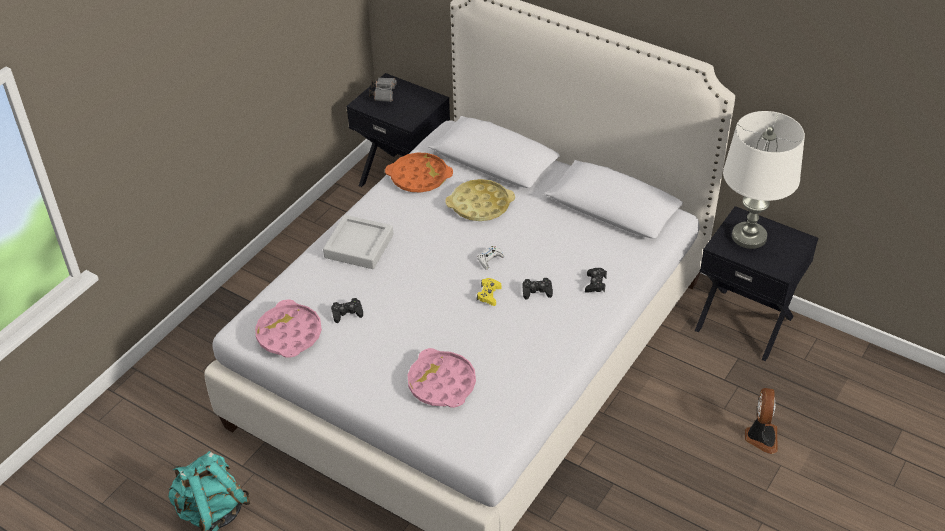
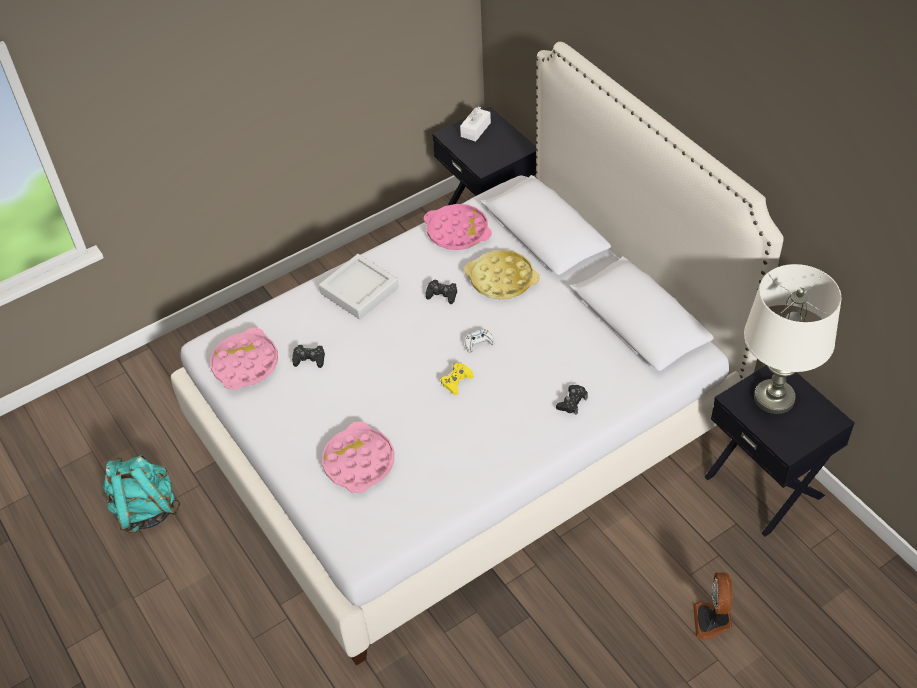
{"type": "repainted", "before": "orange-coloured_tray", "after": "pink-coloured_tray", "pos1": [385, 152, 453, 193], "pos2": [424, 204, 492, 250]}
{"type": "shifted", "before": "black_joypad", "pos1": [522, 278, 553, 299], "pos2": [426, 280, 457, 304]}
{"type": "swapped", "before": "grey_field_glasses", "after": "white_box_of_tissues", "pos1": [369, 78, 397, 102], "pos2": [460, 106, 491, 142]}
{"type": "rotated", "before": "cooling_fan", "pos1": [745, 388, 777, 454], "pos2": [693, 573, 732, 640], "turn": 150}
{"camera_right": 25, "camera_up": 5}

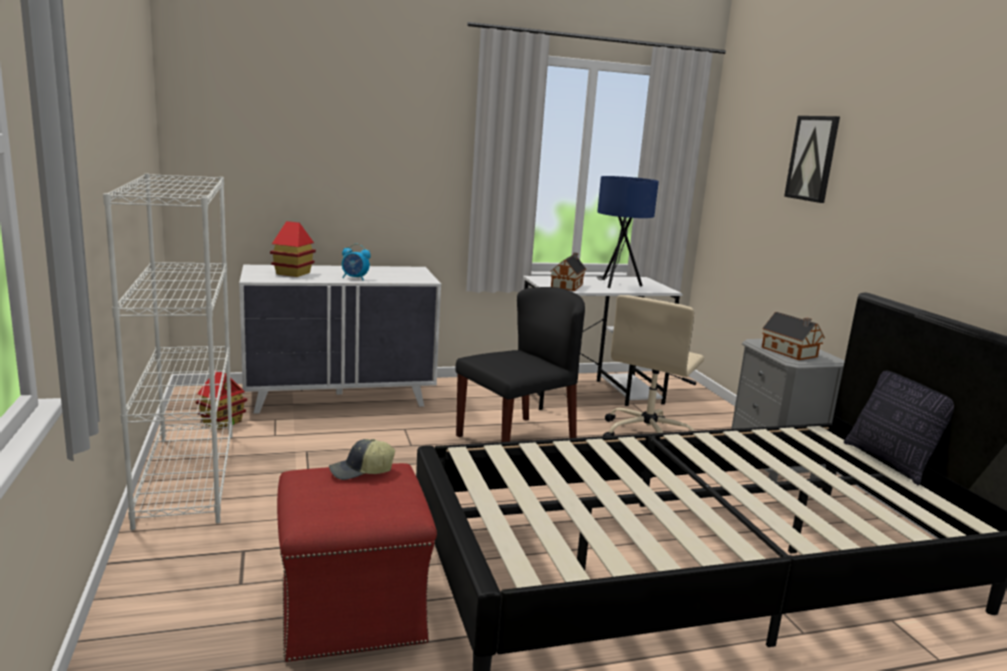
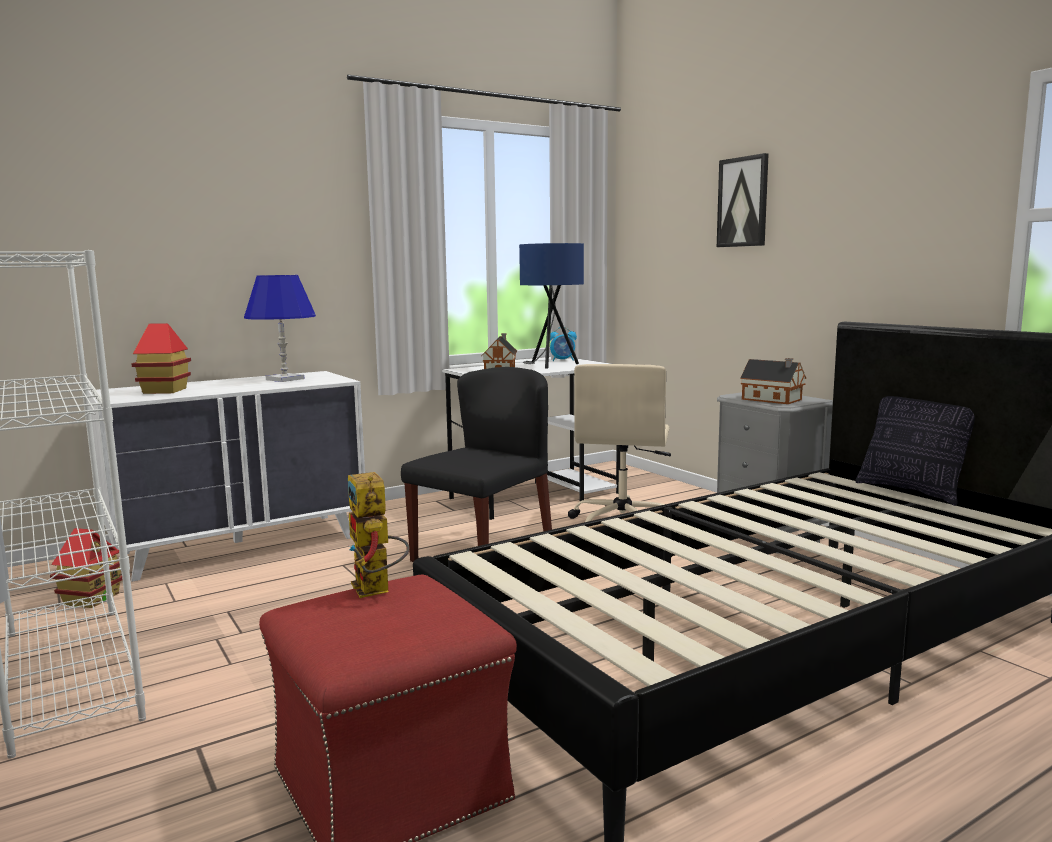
{"type": "new", "after": "bluish_table_lamp", "pos2": [244, 275, 316, 382]}
{"type": "swapped", "before": "peaked_cap", "after": "toy_robot", "pos1": [329, 439, 395, 480], "pos2": [348, 472, 409, 598]}
{"type": "shifted", "before": "bedside_clock", "pos1": [342, 244, 371, 280], "pos2": [550, 327, 577, 361]}
{"camera_right": -15, "camera_up": -5}

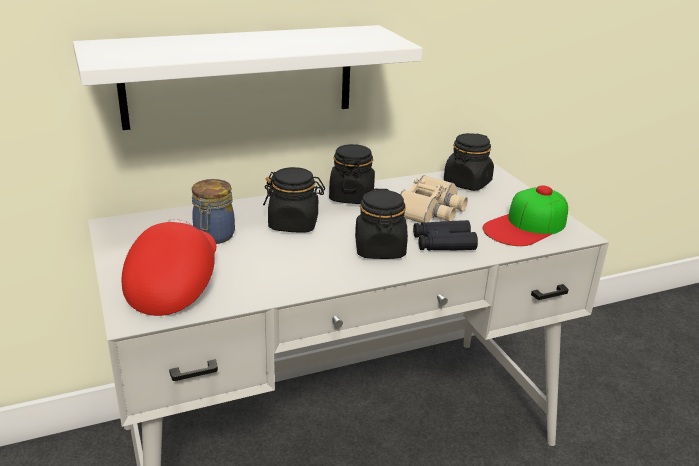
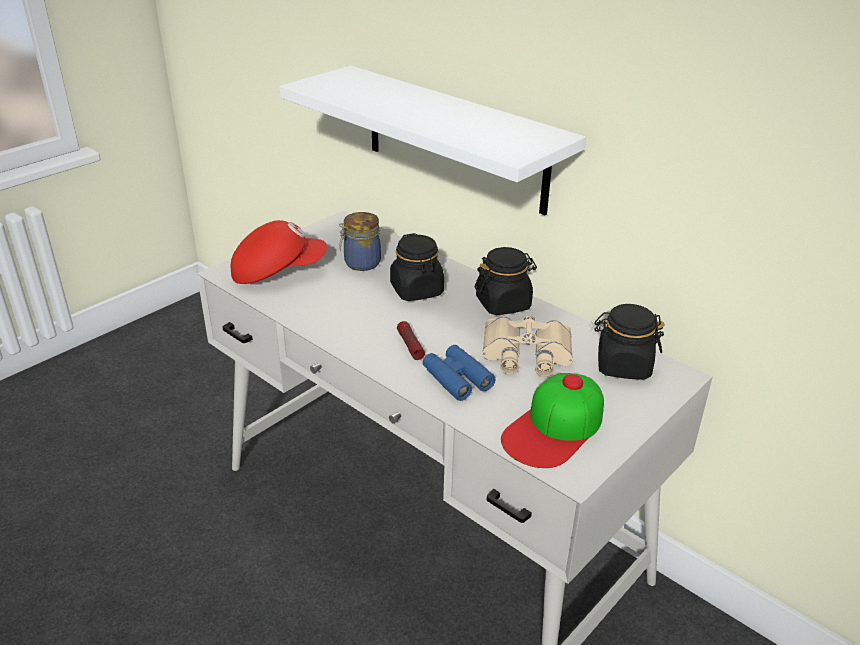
{"type": "swapped", "before": "black_jar", "after": "flashlight", "pos1": [355, 189, 408, 259], "pos2": [397, 321, 425, 360]}
{"type": "repainted", "before": "black_field_glasses", "after": "bluish_field_glasses", "pos1": [413, 220, 478, 250], "pos2": [423, 345, 495, 401]}
{"type": "rotated", "before": "peaked_cap", "pos1": [483, 185, 568, 246], "pos2": [501, 373, 604, 468], "turn": -75}
{"camera_right": 65, "camera_up": 5}

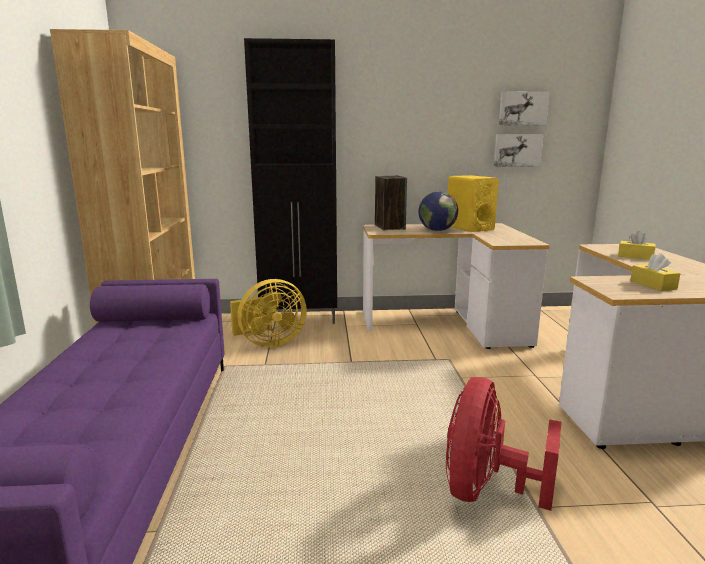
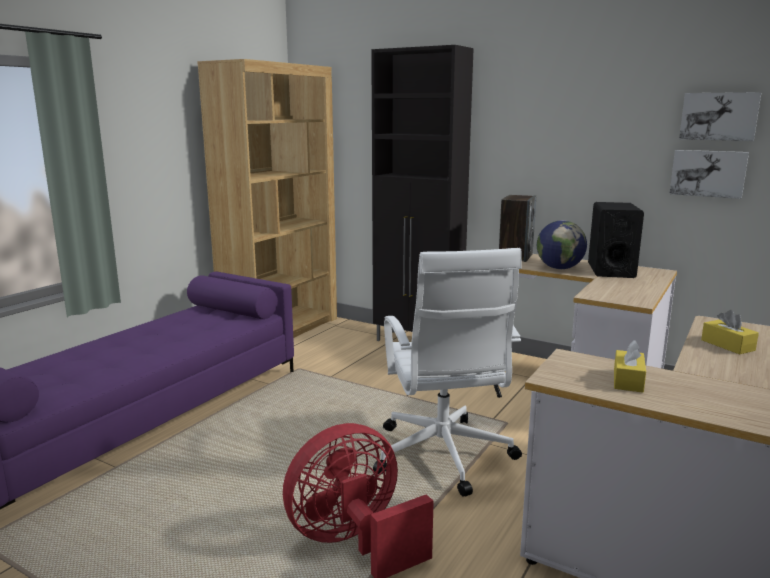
{"type": "new", "after": "white_computer_chair", "pos2": [373, 248, 522, 497]}
{"type": "repainted", "before": "yellow_speaker", "after": "black_speaker", "pos1": [448, 175, 499, 232], "pos2": [588, 202, 644, 278]}
{"type": "gone", "before": "yellow_cooling_fan", "pos1": [230, 279, 307, 348]}
{"camera_right": 35, "camera_up": 0}

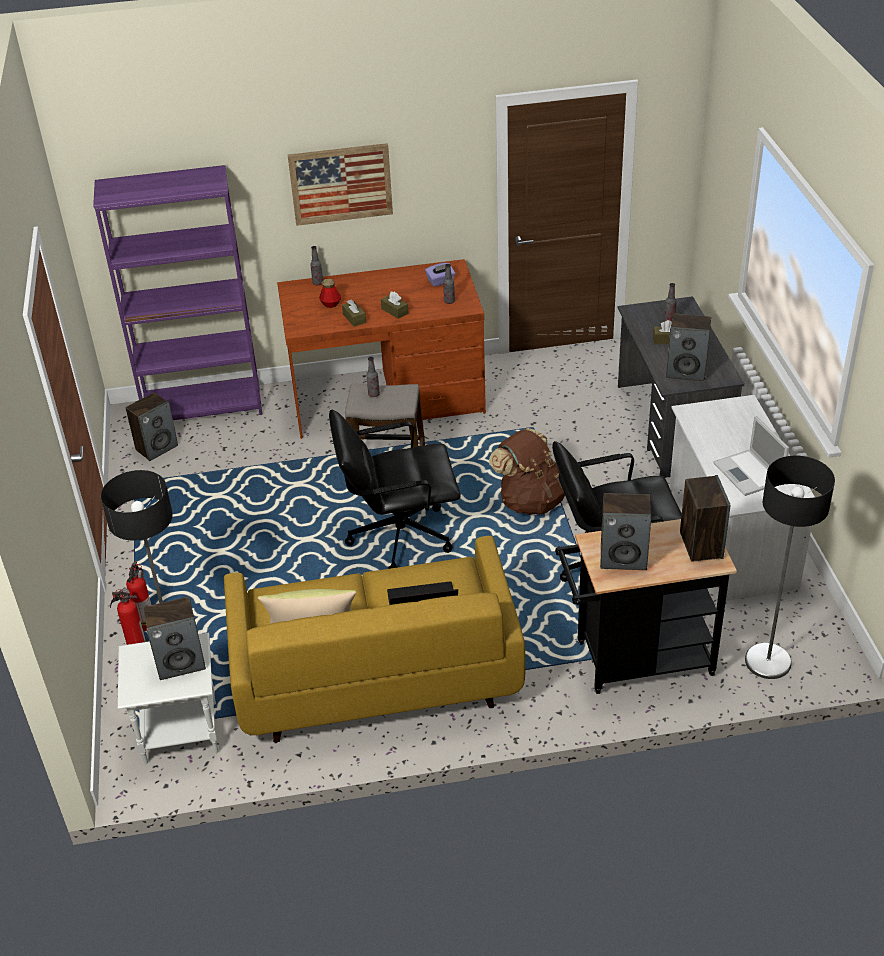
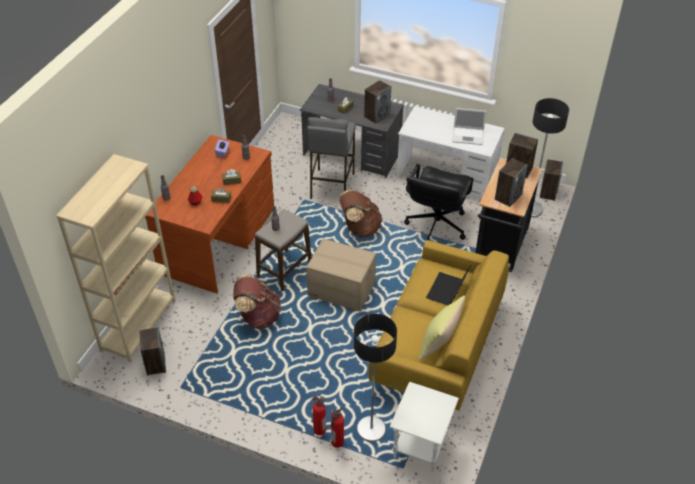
{"type": "repainted", "before": "purple-coloured_shelving_unit", "after": "beige-coloured_shelving_unit", "pos1": [93, 165, 263, 420], "pos2": [56, 154, 176, 362]}
{"type": "new", "after": "brown_knapsack", "pos2": [233, 274, 281, 329]}
{"type": "swapped", "before": "black_computer_chair", "after": "packing_box", "pos1": [329, 409, 461, 569], "pos2": [306, 238, 376, 312]}
{"type": "new", "after": "grey_sitting_stool", "pos2": [307, 117, 356, 199]}
{"type": "shifted", "before": "speaker", "pos1": [143, 597, 206, 680], "pos2": [540, 159, 563, 201]}
{"type": "gone", "before": "wall_picture", "pos1": [288, 143, 393, 226]}
{"camera_right": -60, "camera_up": 5}

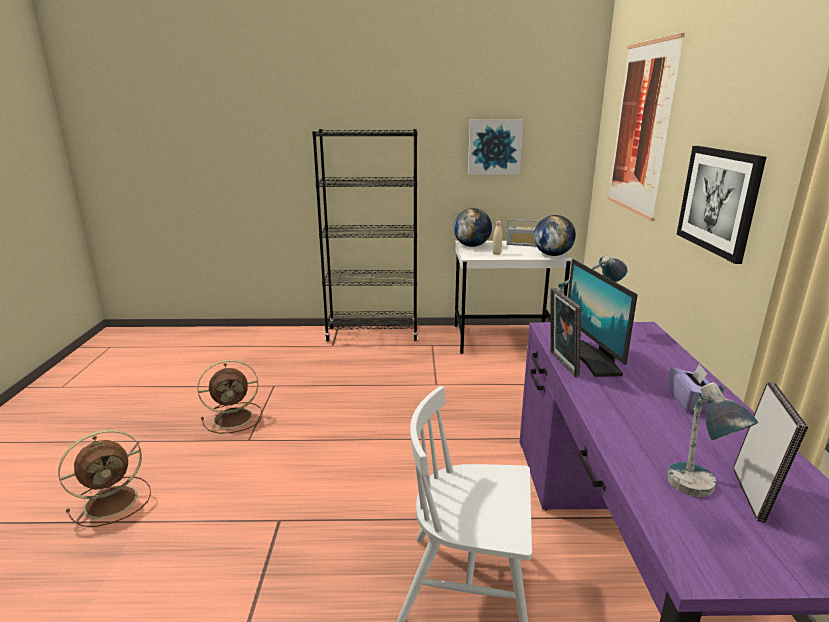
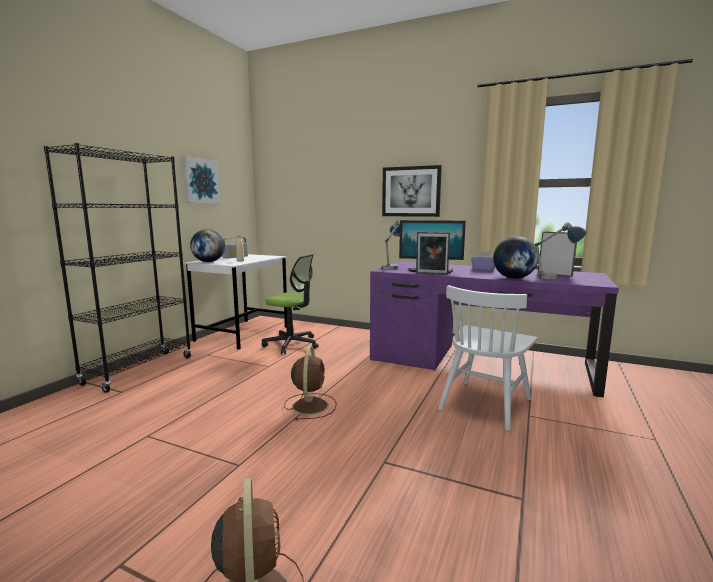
{"type": "new", "after": "computer_chair", "pos2": [262, 254, 319, 354]}
{"type": "shifted", "before": "brown_cooling_fan", "pos1": [198, 360, 263, 433], "pos2": [284, 346, 337, 420]}
{"type": "shifted", "before": "desk_globe", "pos1": [534, 215, 576, 256], "pos2": [493, 236, 539, 279]}
{"type": "gone", "before": "wall_picture", "pos1": [608, 33, 685, 221]}
{"camera_right": -65, "camera_up": -10}

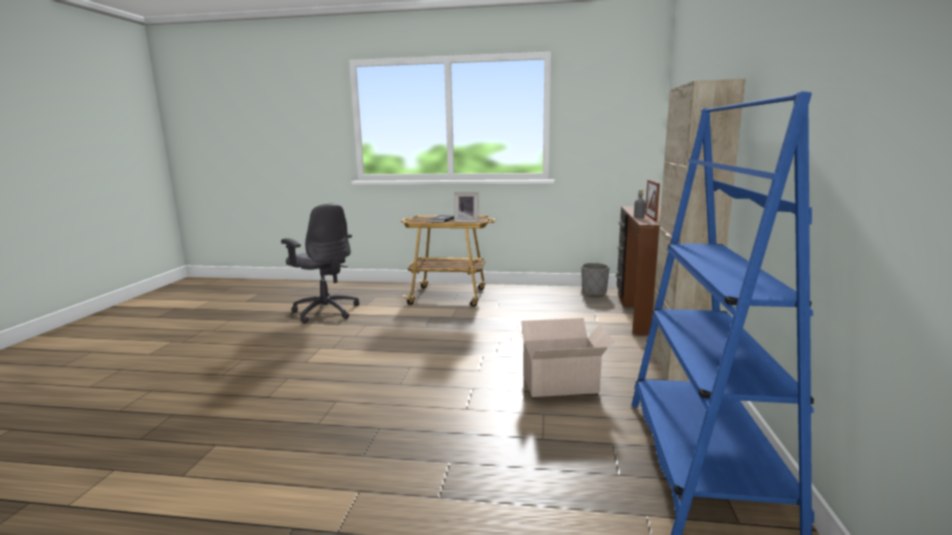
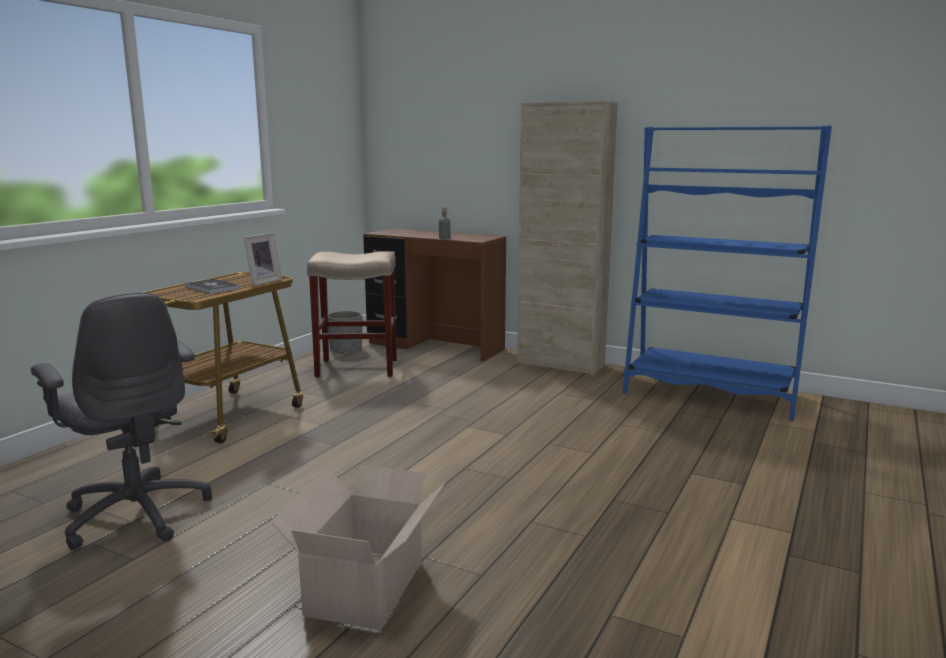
{"type": "rotated", "before": "grey_computer_chair", "pos1": [281, 203, 359, 324], "pos2": [31, 292, 212, 550], "turn": 75}
{"type": "shifted", "before": "packing_box", "pos1": [517, 318, 614, 397], "pos2": [270, 465, 445, 630]}
{"type": "new", "after": "beige-coloured_sitting_stool", "pos2": [307, 251, 397, 377]}
{"type": "gone", "before": "picture_frame", "pos1": [645, 179, 660, 221]}
{"camera_right": -70, "camera_up": 0}

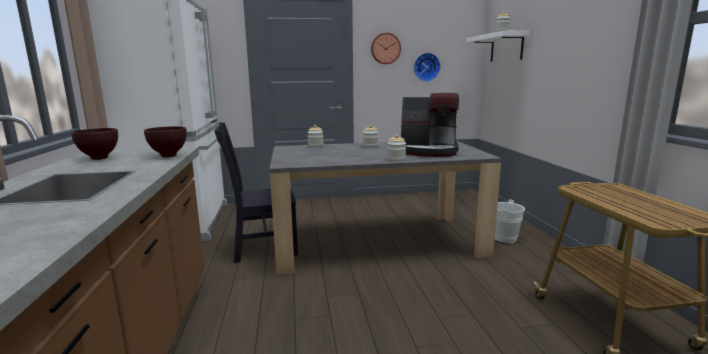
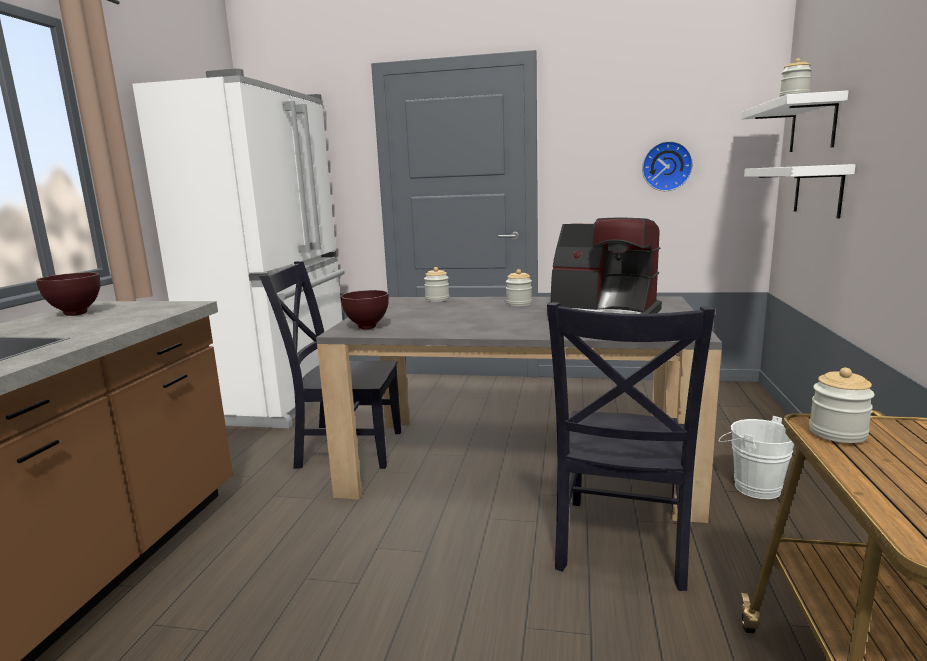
{"type": "shifted", "before": "brown_serving_bowl", "pos1": [144, 126, 187, 157], "pos2": [341, 290, 389, 329]}
{"type": "new", "after": "black_plain_chair", "pos2": [547, 302, 715, 591]}
{"type": "new", "after": "white_bracket_shelf", "pos2": [744, 164, 856, 219]}
{"type": "shifted", "before": "jar", "pos1": [387, 135, 406, 162], "pos2": [809, 368, 875, 443]}
{"type": "gone", "before": "clock_on_the_wall", "pos1": [371, 33, 401, 64]}
{"camera_right": 20, "camera_up": 0}

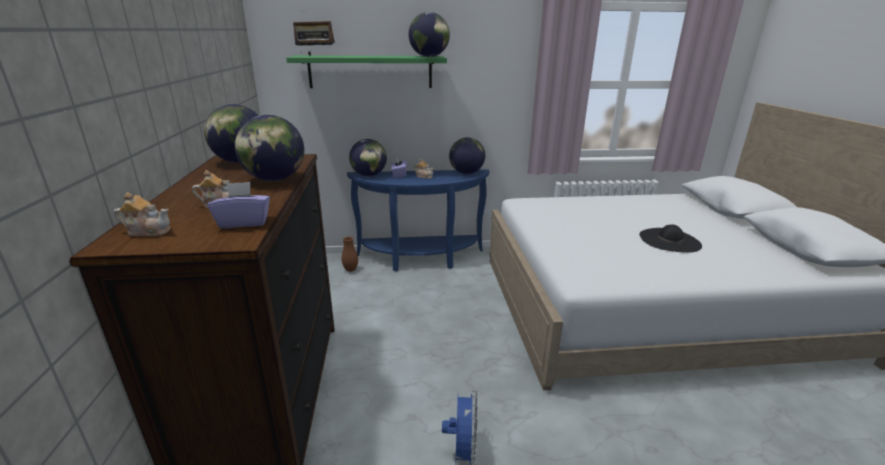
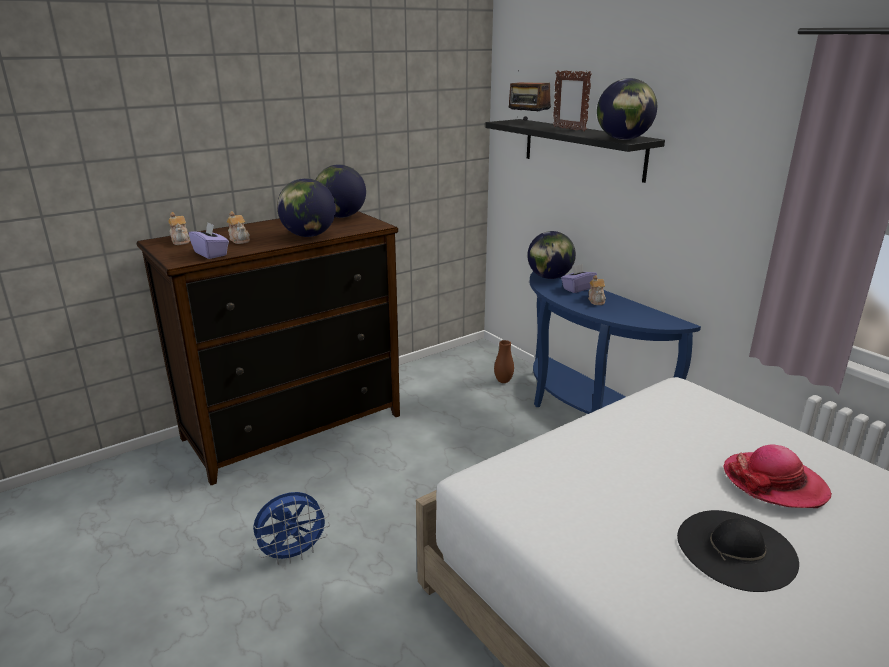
{"type": "repainted", "before": "green-coloured_bracket_shelf", "after": "black_bracket_shelf", "pos1": [286, 55, 447, 88], "pos2": [485, 119, 665, 183]}
{"type": "new", "after": "picture_frame", "pos2": [553, 70, 592, 131]}
{"type": "new", "after": "hat", "pos2": [724, 445, 832, 508]}
{"type": "gone", "before": "desk_globe", "pos1": [449, 137, 485, 174]}
{"camera_right": 60, "camera_up": 0}

